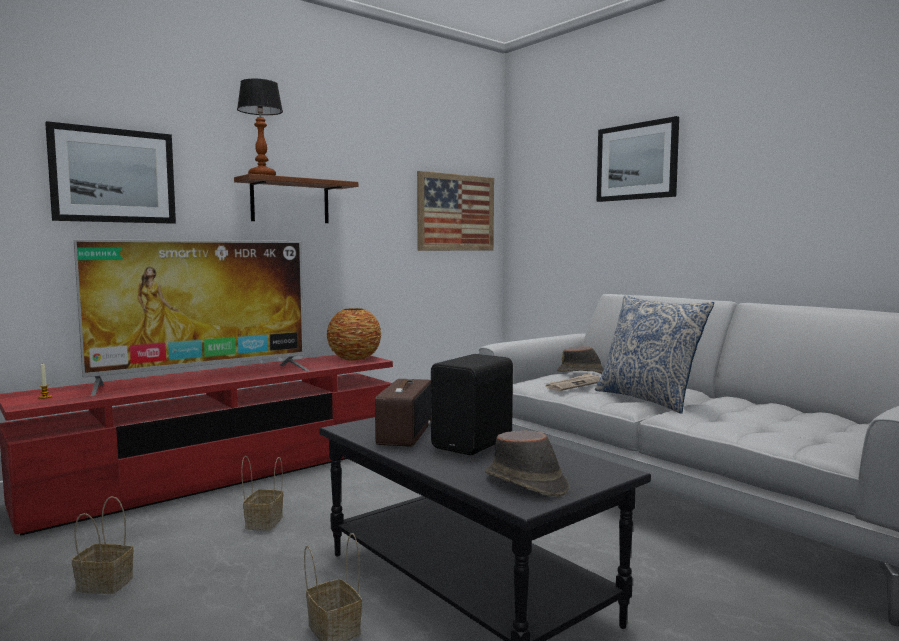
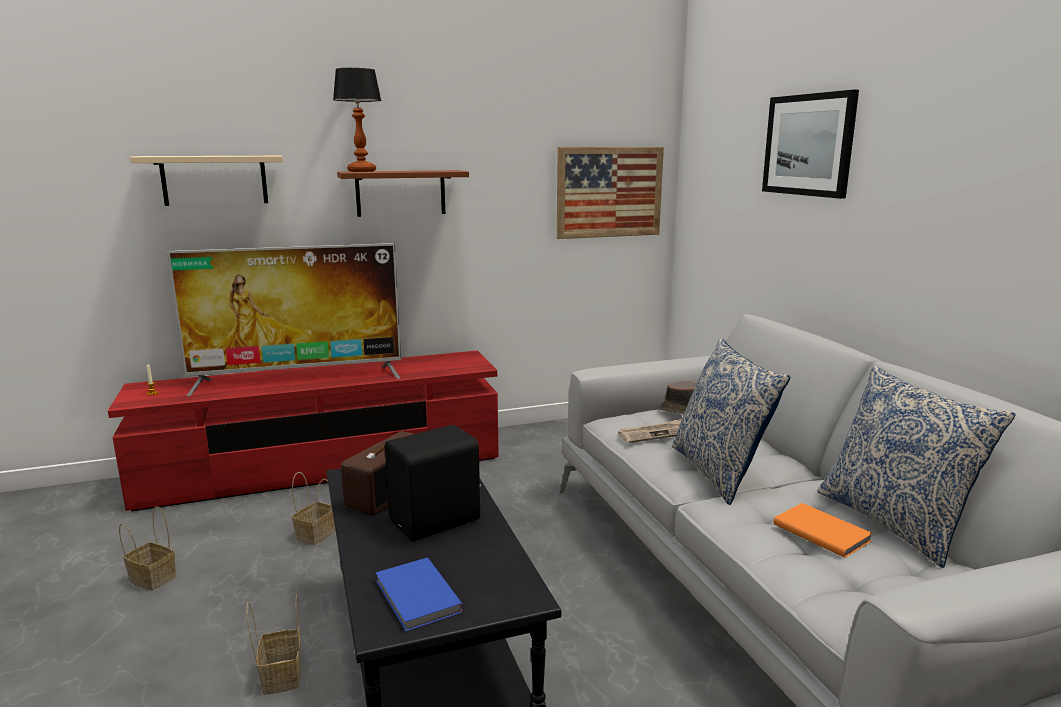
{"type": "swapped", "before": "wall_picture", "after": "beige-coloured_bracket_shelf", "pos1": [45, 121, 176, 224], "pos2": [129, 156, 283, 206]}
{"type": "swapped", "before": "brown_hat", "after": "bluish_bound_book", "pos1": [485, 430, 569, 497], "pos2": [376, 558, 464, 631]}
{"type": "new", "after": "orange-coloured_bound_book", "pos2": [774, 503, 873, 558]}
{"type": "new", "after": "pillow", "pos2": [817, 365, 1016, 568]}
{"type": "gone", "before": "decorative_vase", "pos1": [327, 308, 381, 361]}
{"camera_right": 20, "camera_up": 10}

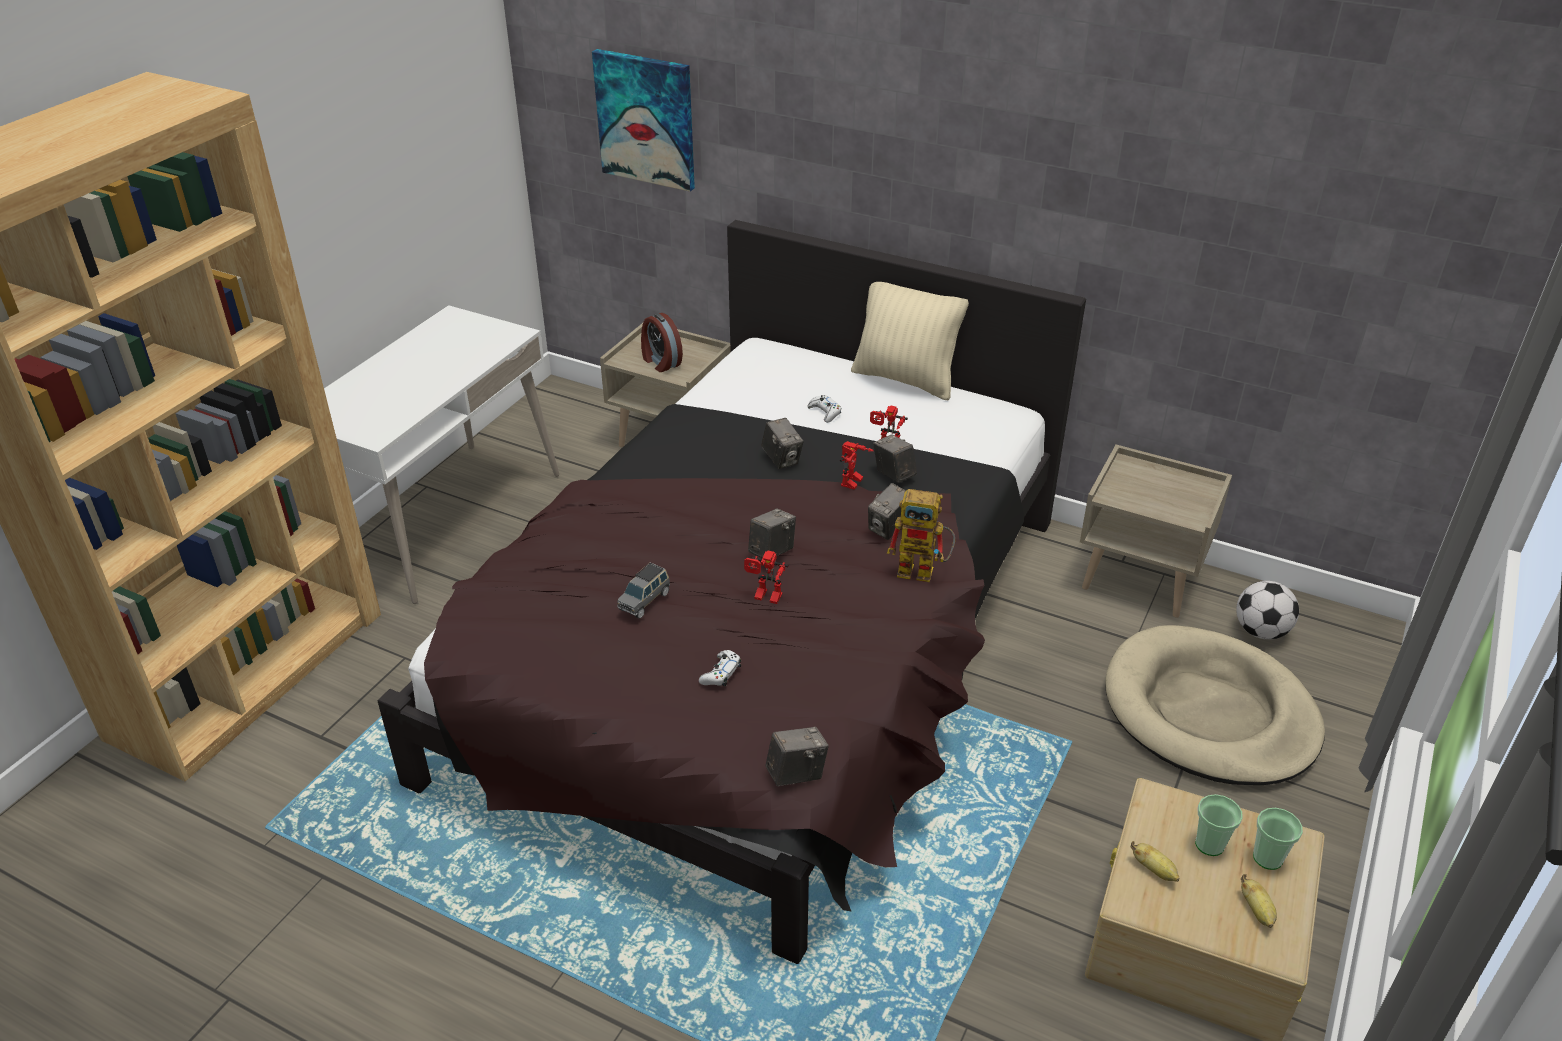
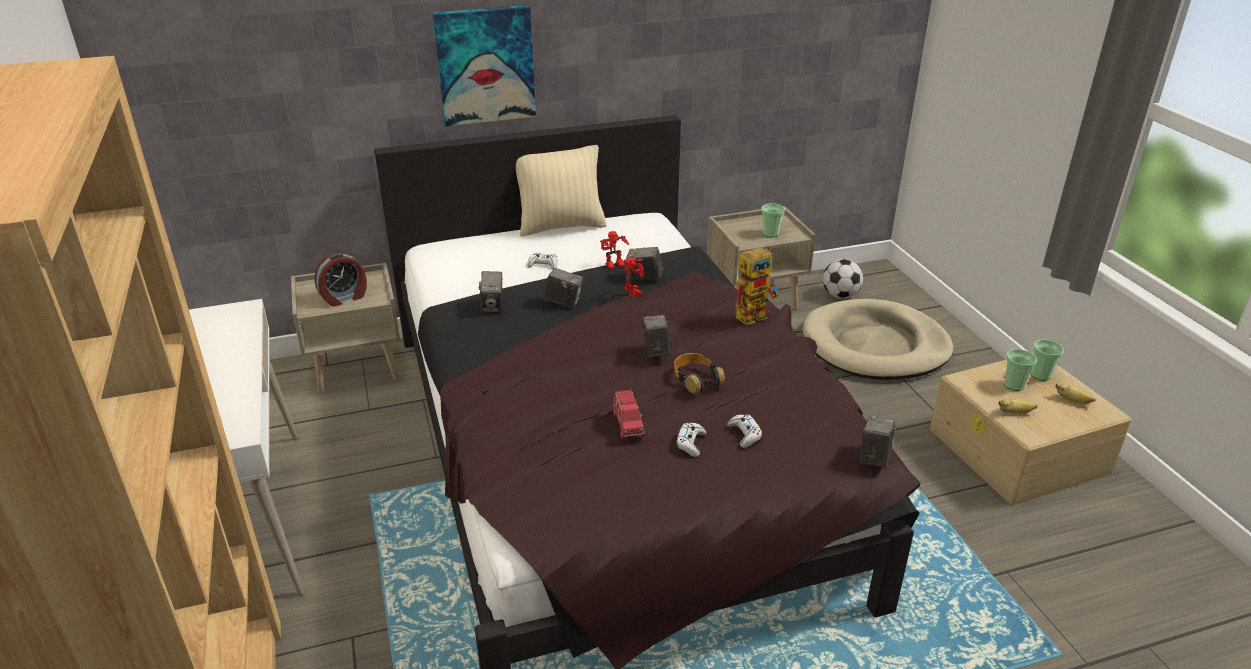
{"type": "rotated", "before": "bedside_clock", "pos1": [641, 313, 683, 372], "pos2": [314, 252, 367, 307], "turn": -45}
{"type": "shifted", "before": "wall_picture", "pos1": [592, 49, 695, 192], "pos2": [432, 5, 536, 126]}
{"type": "shifted", "before": "photo_camera", "pos1": [868, 483, 906, 540], "pos2": [479, 271, 502, 313]}
{"type": "repainted", "before": "grey_model_car", "after": "red-coloured_model_car", "pos1": [617, 563, 670, 619], "pos2": [613, 390, 644, 439]}
{"type": "swapped", "before": "toy_robot", "after": "headphones", "pos1": [744, 551, 789, 604], "pos2": [674, 353, 725, 393]}
{"type": "new", "after": "white_joypad", "pos2": [676, 422, 707, 457]}
{"type": "new", "after": "drinking_cup", "pos2": [761, 203, 785, 238]}
{"camera_right": -45, "camera_up": -5}

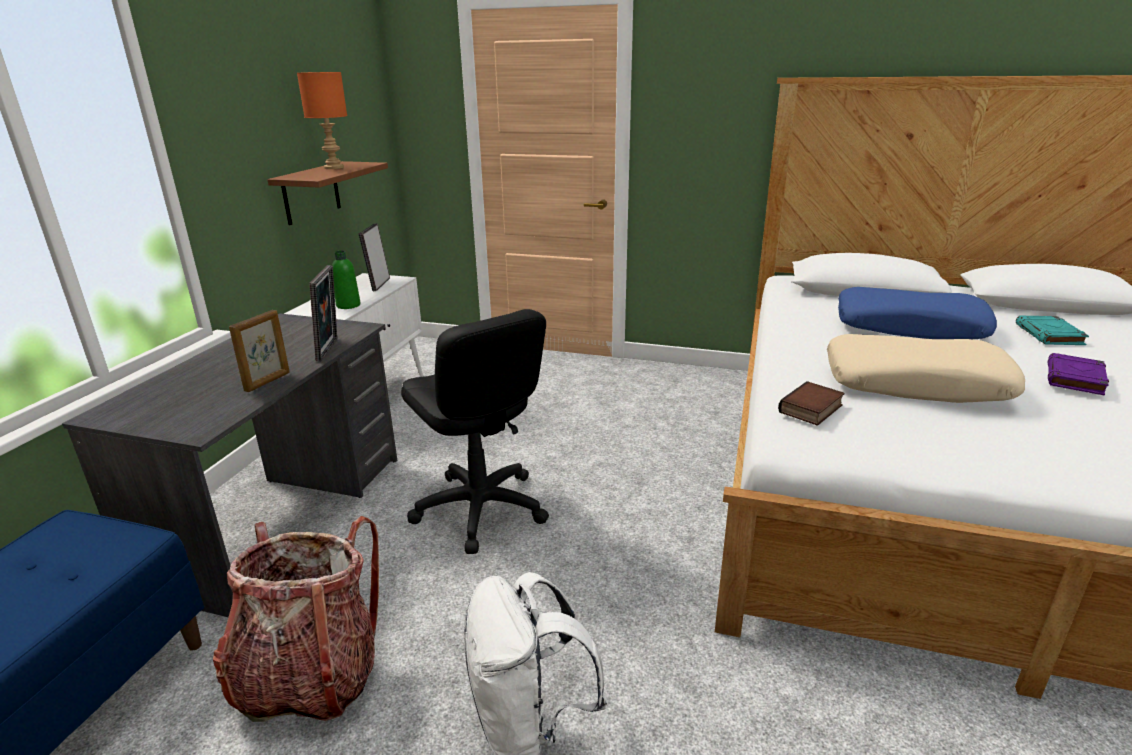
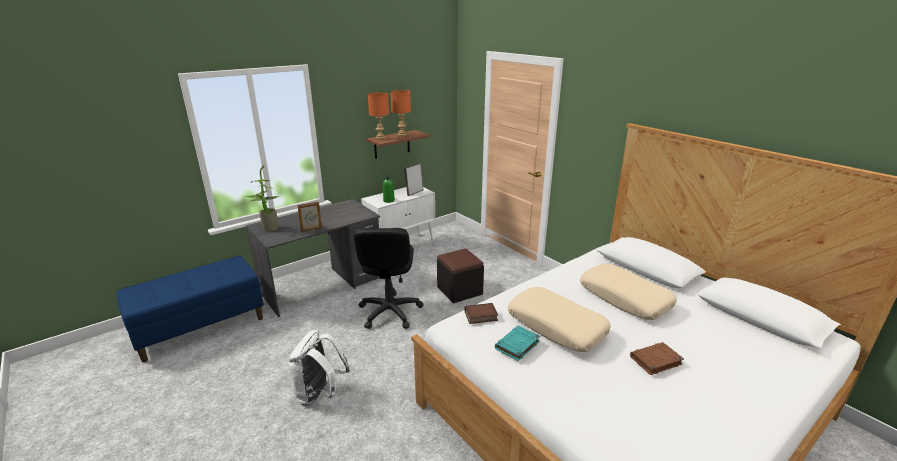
{"type": "new", "after": "plant_in_a_pot", "pos2": [245, 165, 279, 232]}
{"type": "new", "after": "orange-coloured_table_lamp", "pos2": [368, 92, 389, 139]}
{"type": "new", "after": "black_pouffe", "pos2": [437, 249, 484, 303]}
{"type": "shifted", "before": "blue-green_bound_book", "pos1": [1016, 316, 1089, 345], "pos2": [495, 326, 540, 361]}
{"type": "repainted", "before": "bluish_pillow", "after": "beige-coloured_pillow", "pos1": [838, 287, 997, 339], "pos2": [580, 264, 677, 320]}
{"type": "repainted", "before": "purple-coloured_bound_book", "after": "brown_bound_book", "pos1": [1048, 353, 1109, 396], "pos2": [630, 342, 684, 375]}
{"type": "gone", "before": "knapsack", "pos1": [213, 516, 379, 722]}
{"type": "gone", "before": "picture_frame", "pos1": [309, 265, 337, 362]}
{"camera_right": 35, "camera_up": 0}

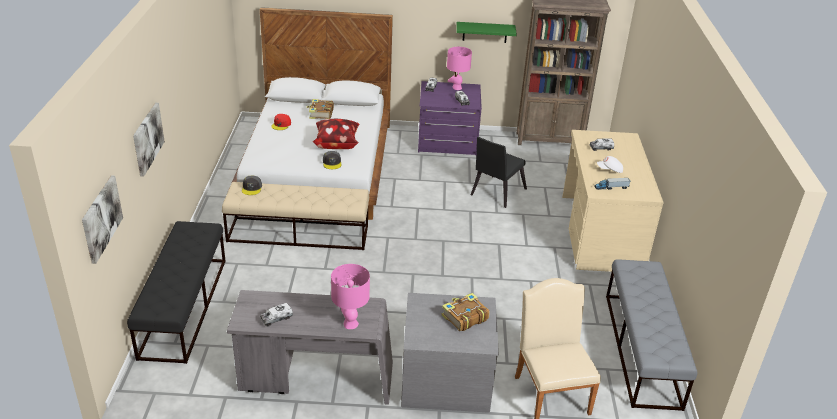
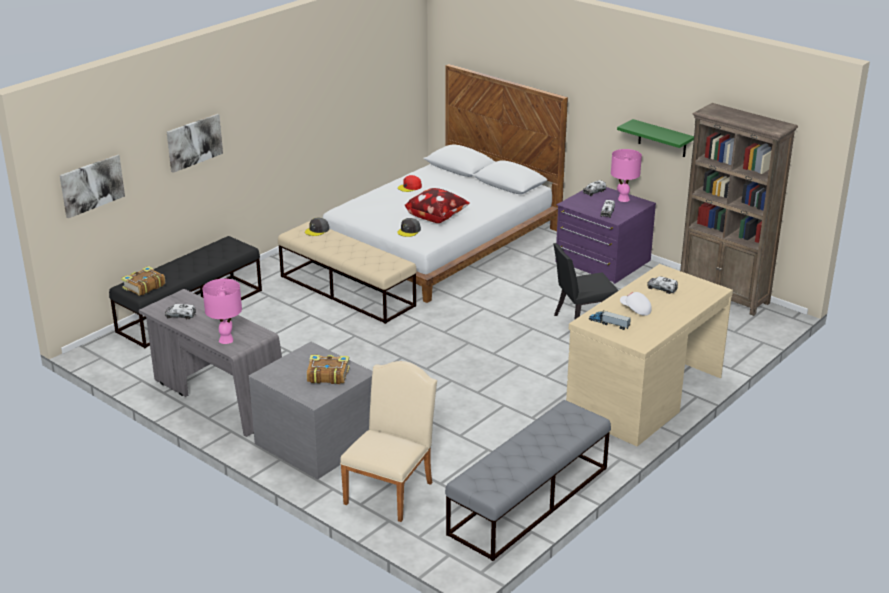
{"type": "shifted", "before": "bound_book", "pos1": [306, 99, 334, 119], "pos2": [121, 266, 165, 296]}
{"camera_right": 40, "camera_up": -5}

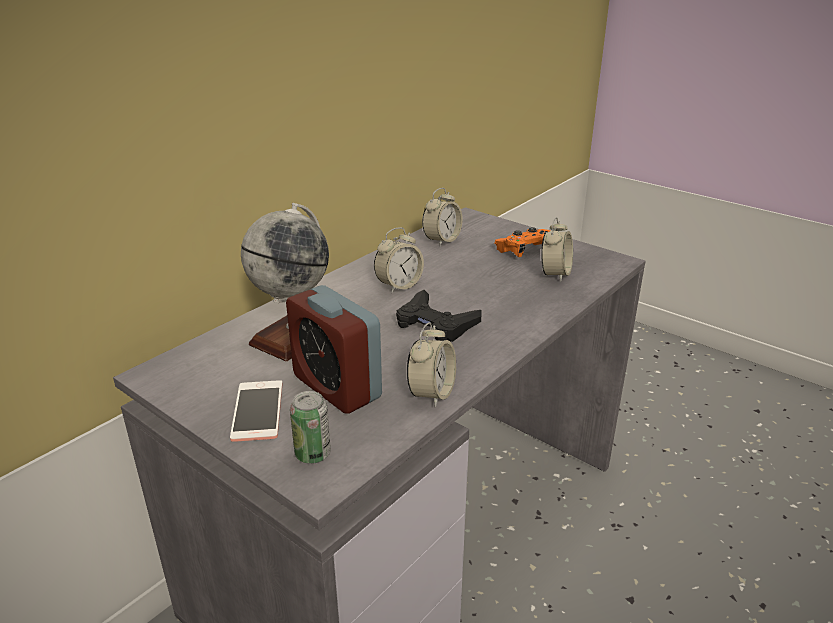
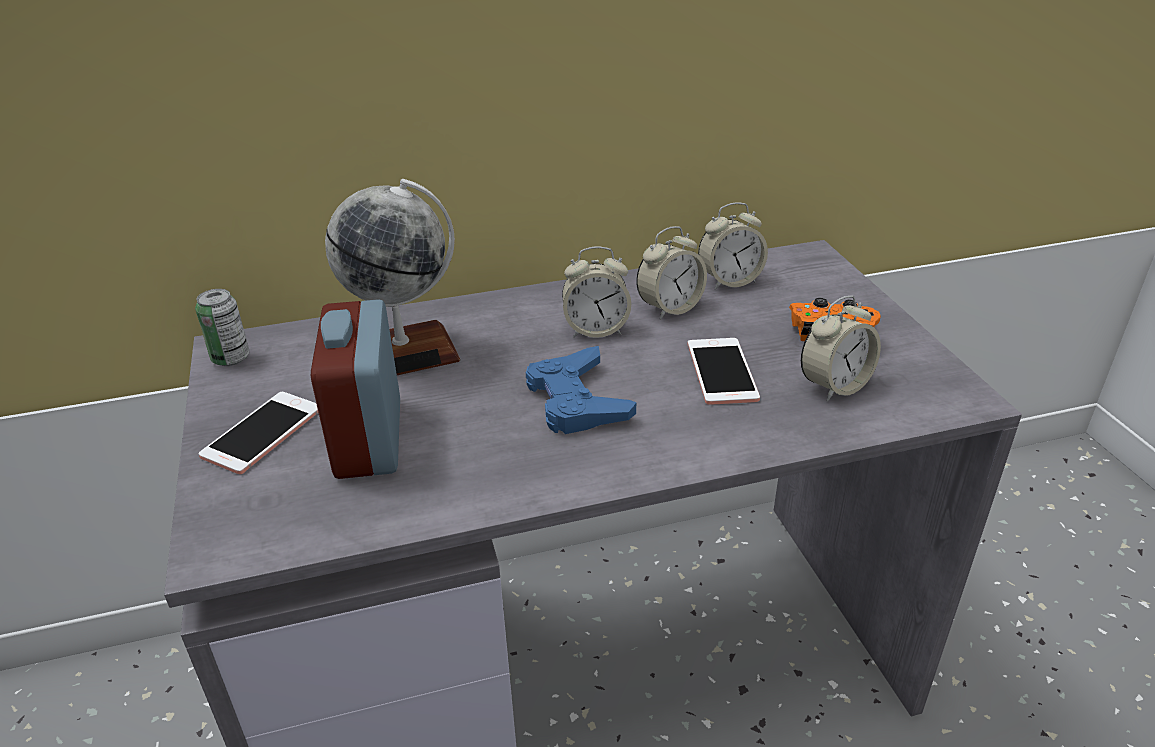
{"type": "shifted", "before": "metal_can", "pos1": [290, 391, 331, 464], "pos2": [195, 289, 249, 366]}
{"type": "repainted", "before": "black_joypad", "after": "bluish_joypad", "pos1": [396, 290, 482, 342], "pos2": [526, 346, 636, 434]}
{"type": "shifted", "before": "bedside_clock", "pos1": [407, 322, 456, 408], "pos2": [636, 226, 707, 320]}
{"type": "new", "after": "phone", "pos2": [688, 338, 760, 405]}
{"camera_right": 35, "camera_up": 5}

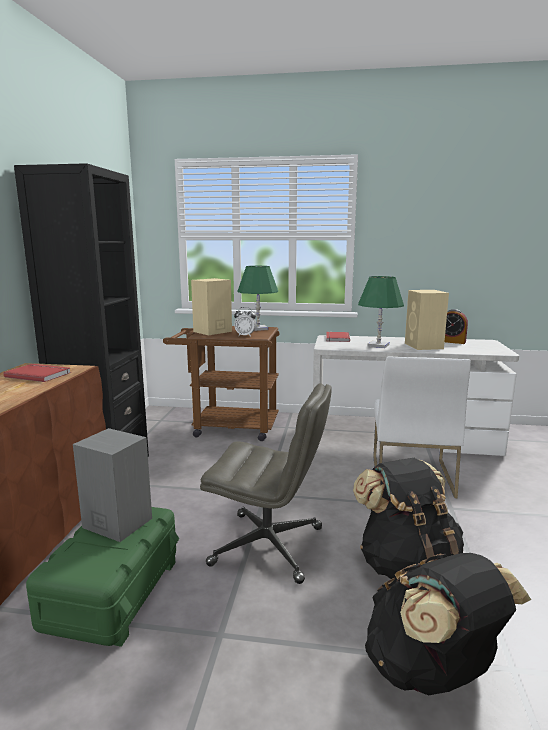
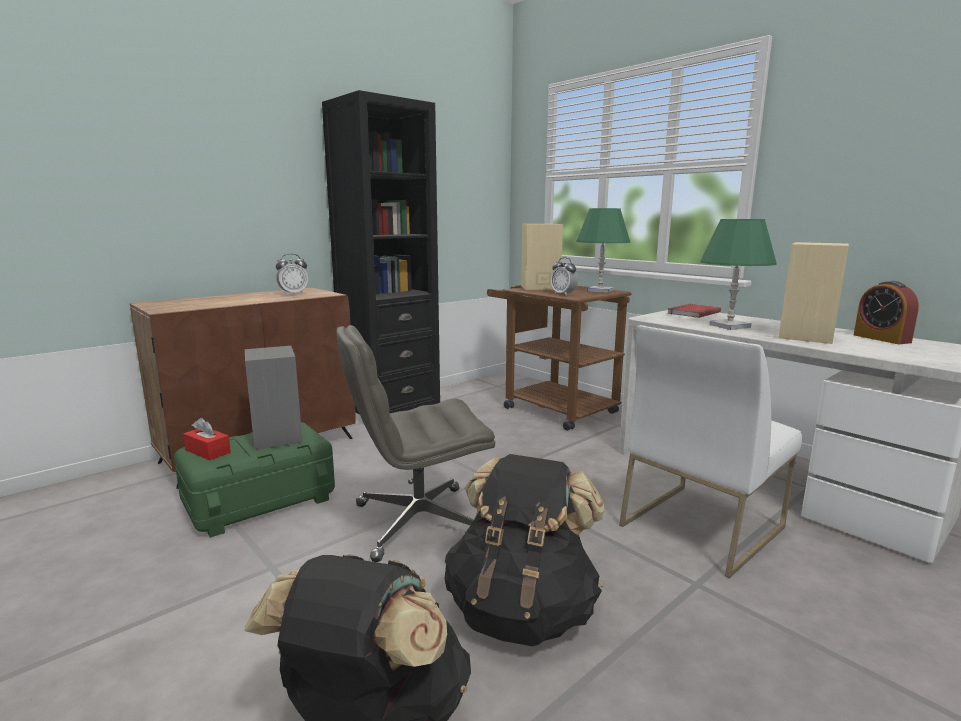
{"type": "new", "after": "red-coloured_box_of_tissues", "pos2": [183, 418, 231, 460]}
{"type": "swapped", "before": "red-coloured_bound_book", "after": "bedside_clock", "pos1": [3, 364, 71, 382], "pos2": [276, 254, 308, 295]}
{"type": "rotated", "before": "grey_computer_chair", "pos1": [200, 383, 332, 584], "pos2": [336, 325, 495, 562], "turn": 105}
{"camera_right": 40, "camera_up": 0}

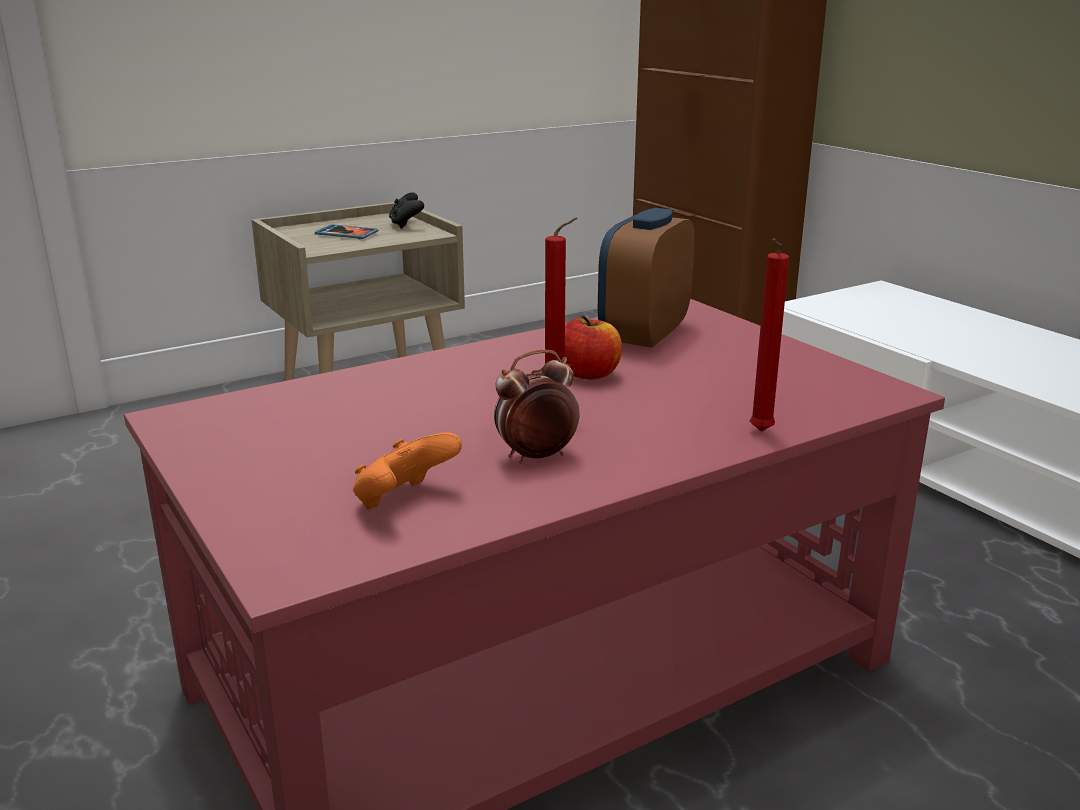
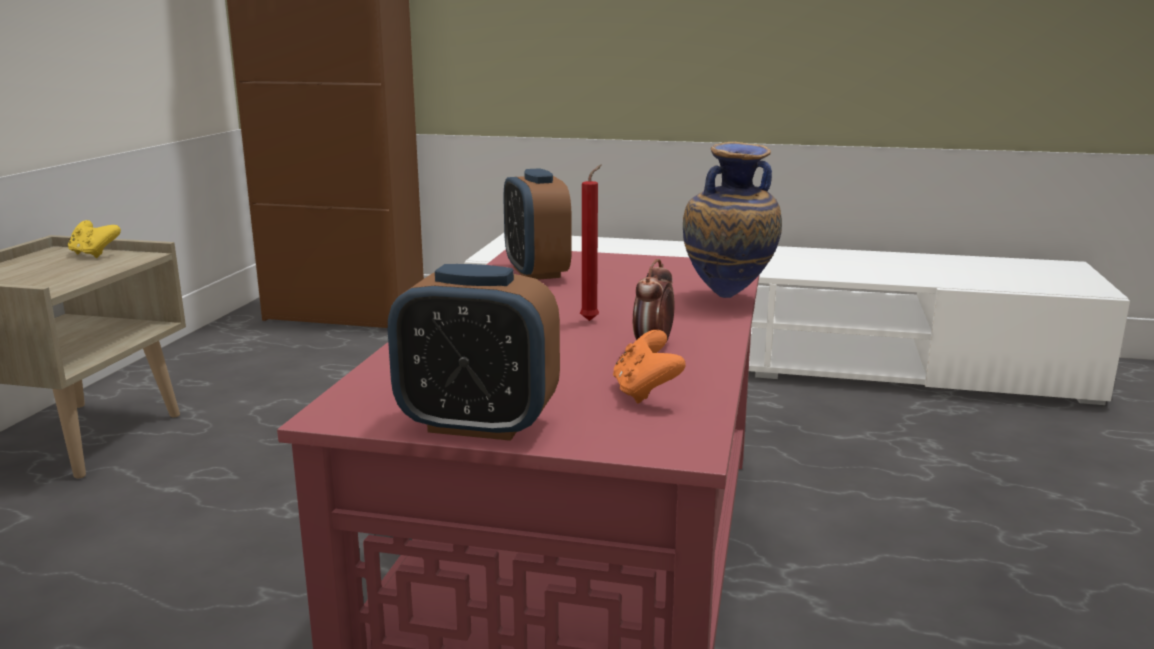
{"type": "repainted", "before": "black_joypad", "after": "yellow_joypad", "pos1": [389, 192, 424, 229], "pos2": [68, 220, 121, 258]}
{"type": "new", "after": "bedside_clock", "pos2": [388, 264, 560, 441]}
{"type": "swapped", "before": "red-coloured_wax_light", "after": "decorative_vase", "pos1": [750, 239, 789, 432], "pos2": [683, 142, 782, 298]}
{"type": "gone", "before": "phone", "pos1": [315, 224, 378, 239]}
{"type": "gone", "before": "whole_apple", "pos1": [565, 316, 622, 379]}
{"camera_right": -45, "camera_up": -5}

